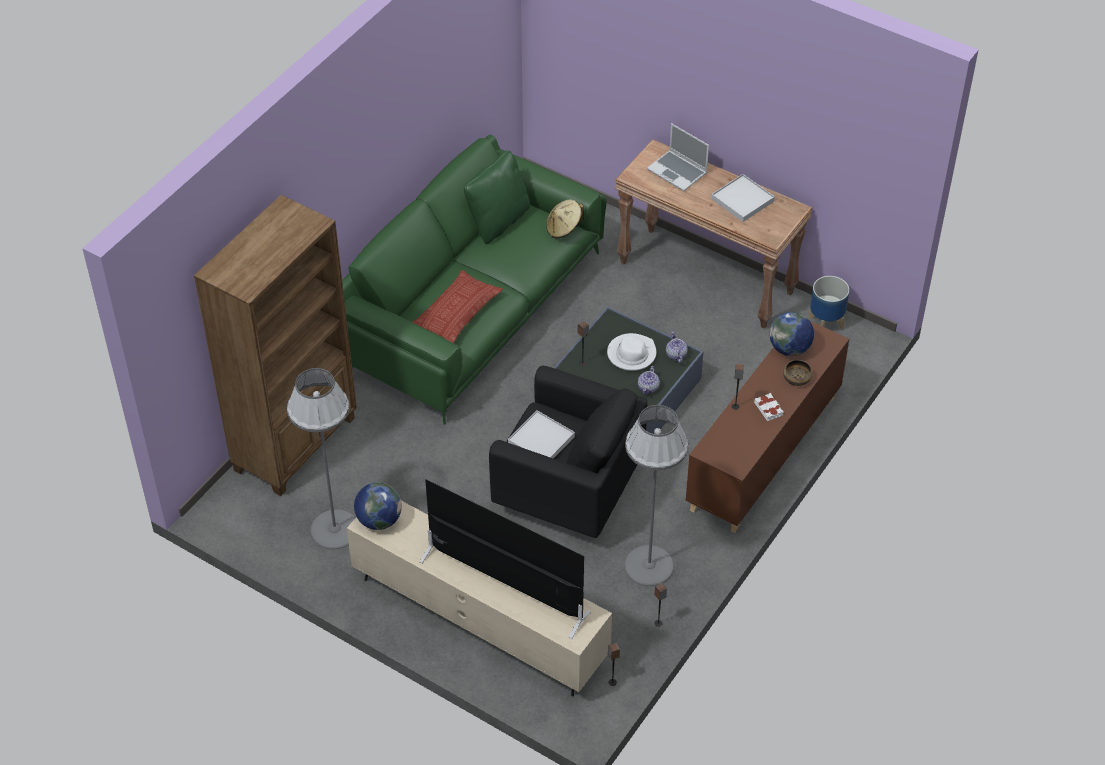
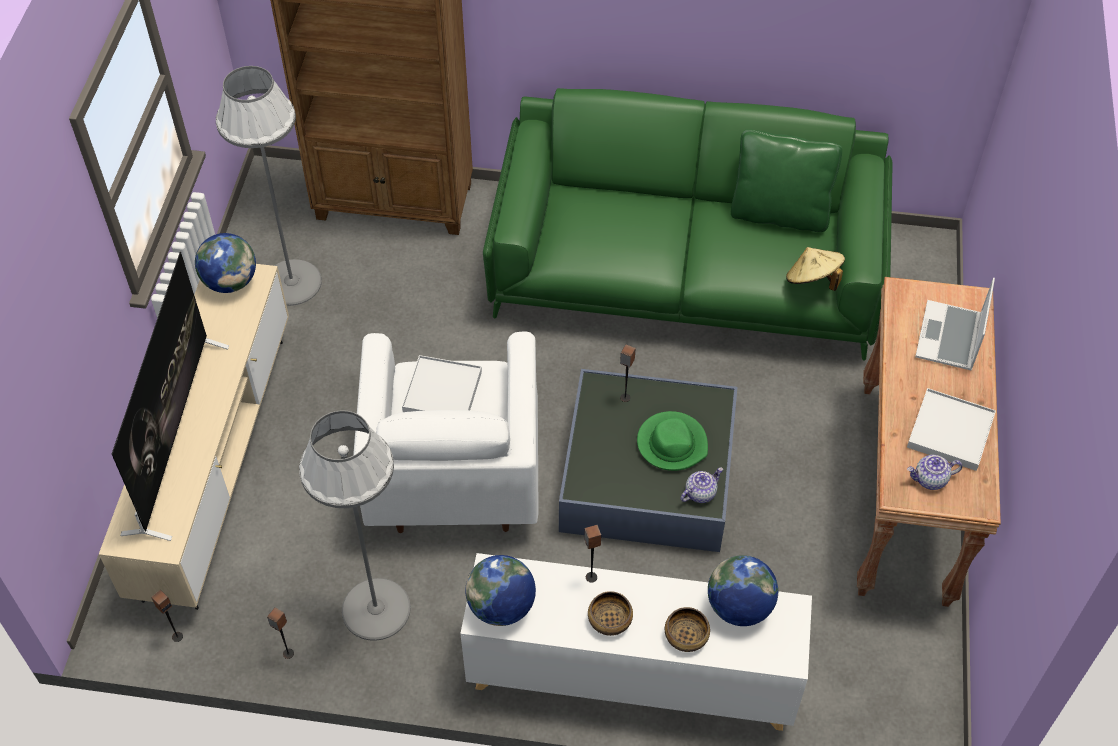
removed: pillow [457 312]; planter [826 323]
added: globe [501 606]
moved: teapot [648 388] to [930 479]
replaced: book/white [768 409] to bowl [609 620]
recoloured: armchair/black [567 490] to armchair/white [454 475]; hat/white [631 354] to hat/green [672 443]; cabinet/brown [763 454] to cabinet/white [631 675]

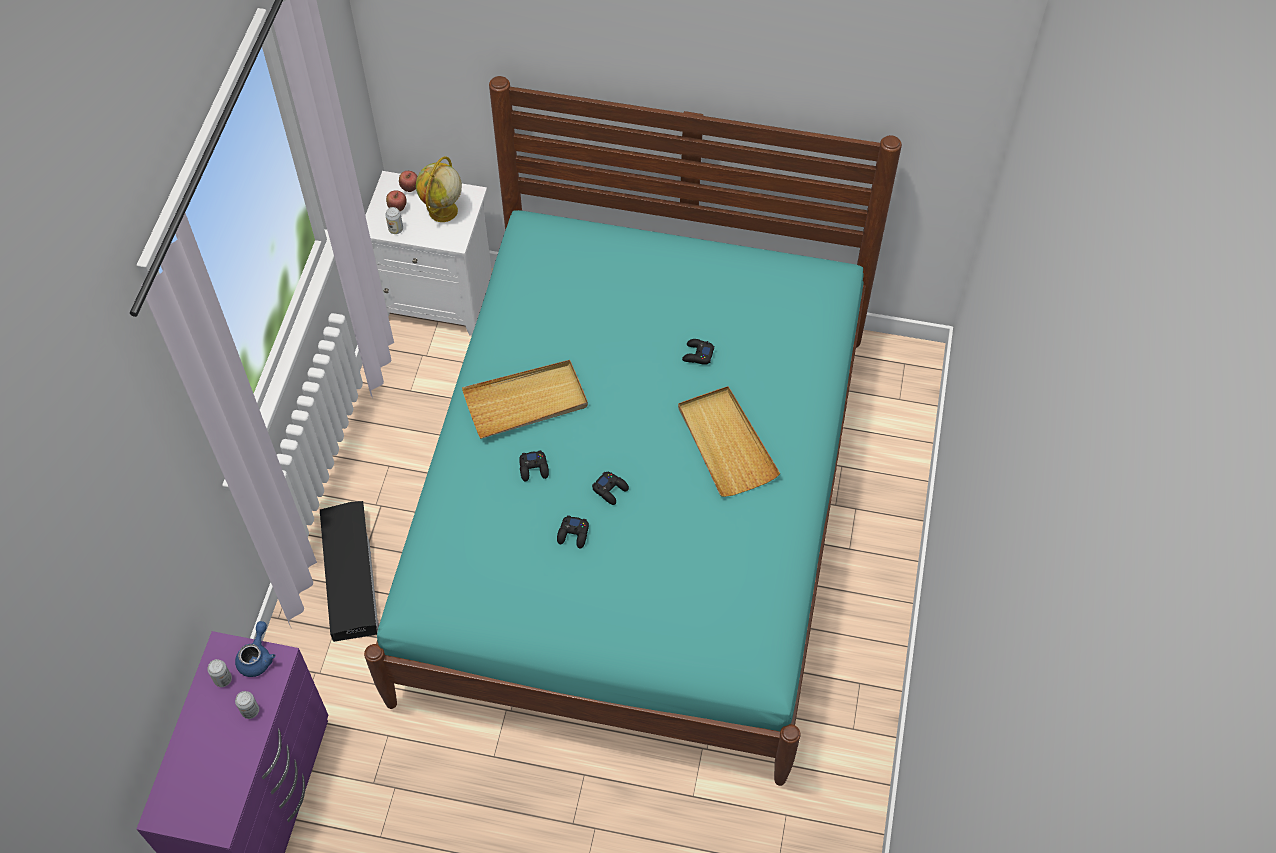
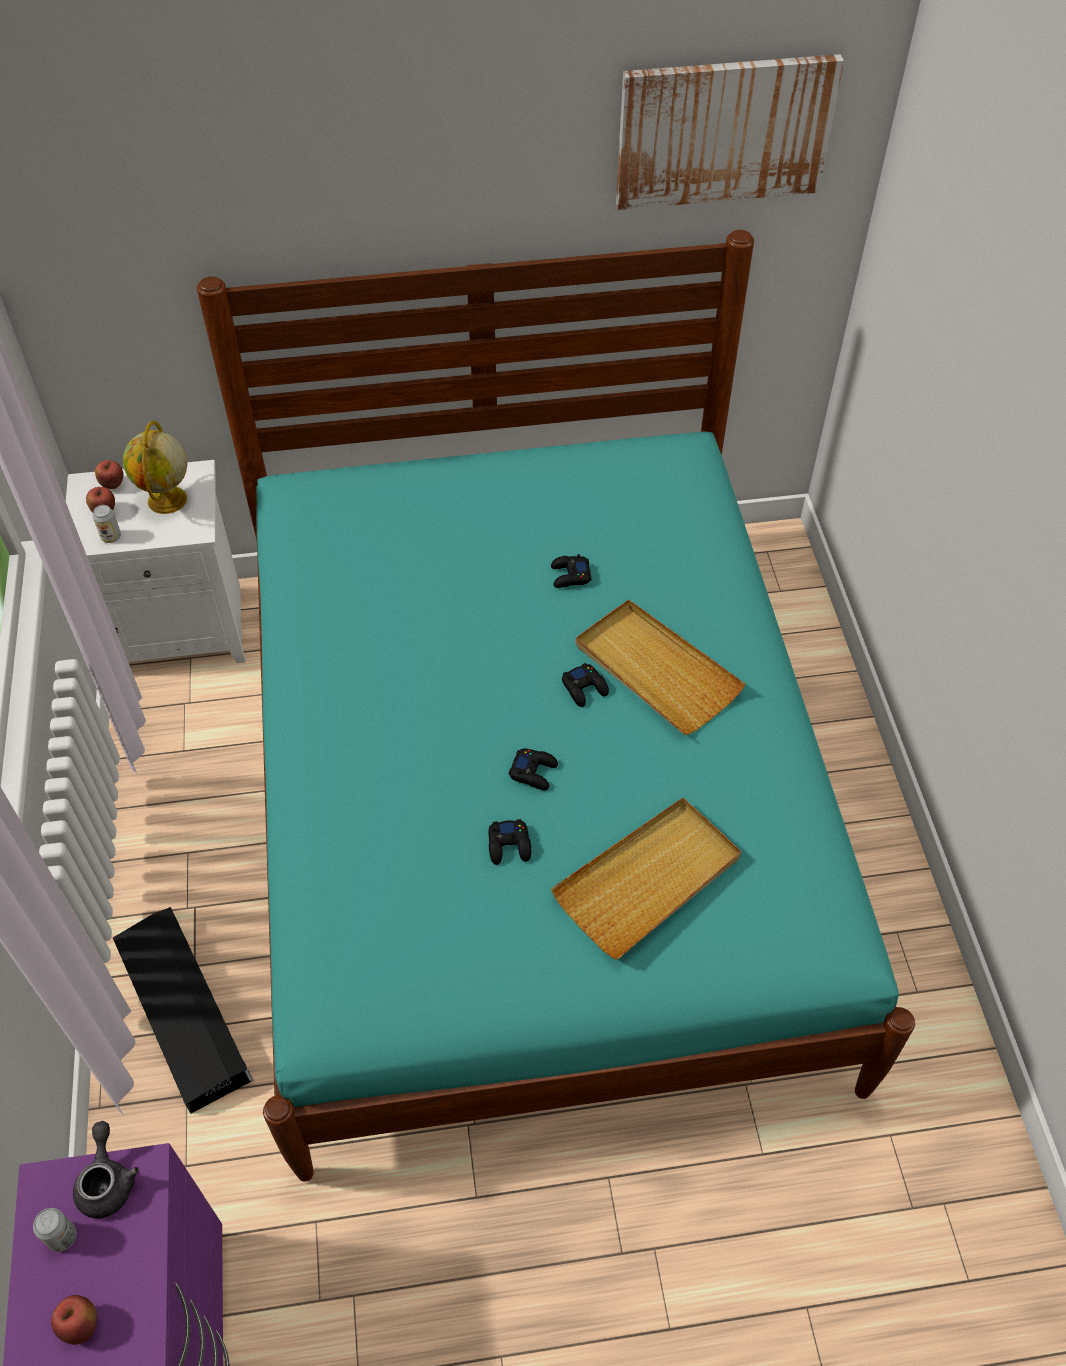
removed: can [250 711]
added: apple [81 1325]; picture [724 131]
moved: tray/beige [526 402] to [648 879]; game controller/black [534 468] to [585 688]
recoloured: teapot/blue [257 657] to teapot/grey [107 1181]

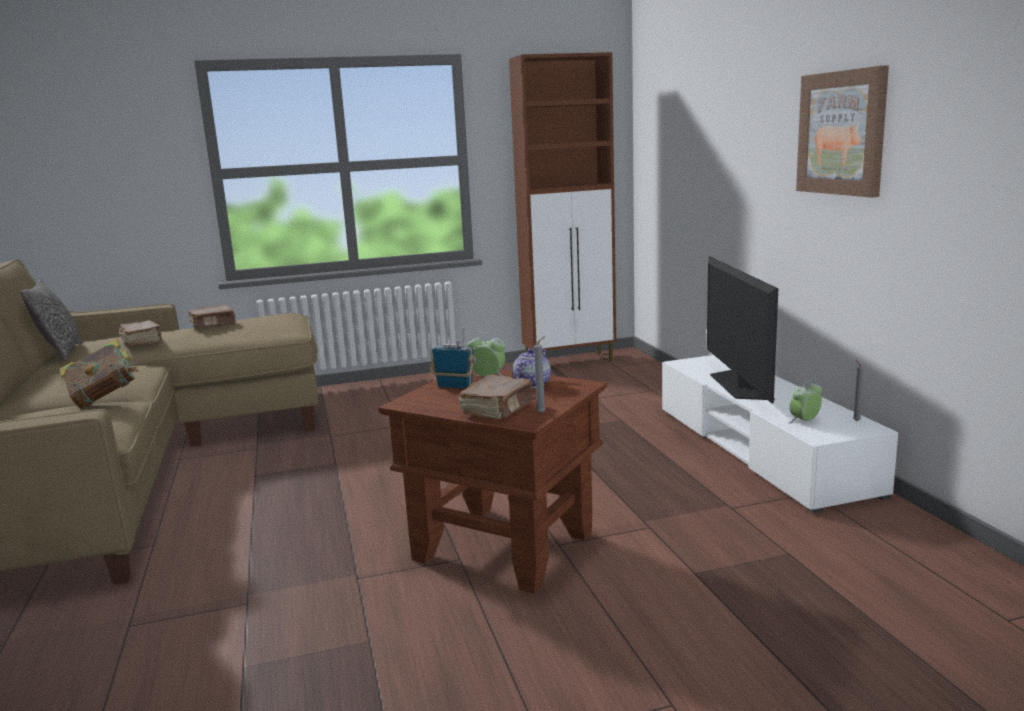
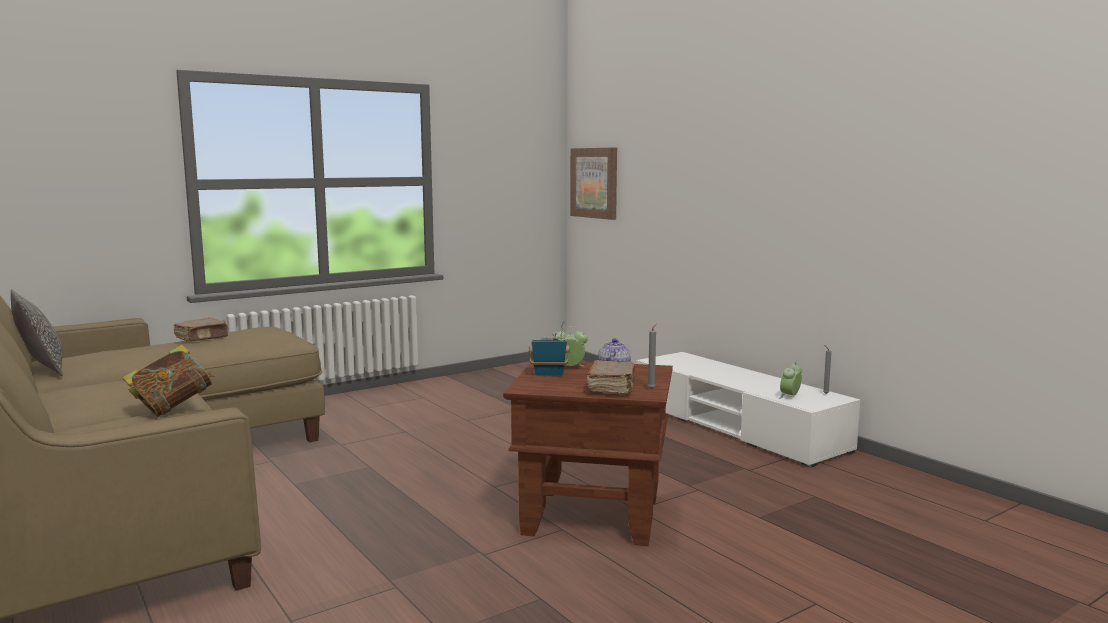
removed: book/brown [142 341]; cabinet/brown [570 361]; television [738 385]
moved: picture [842 133] to [594 183]

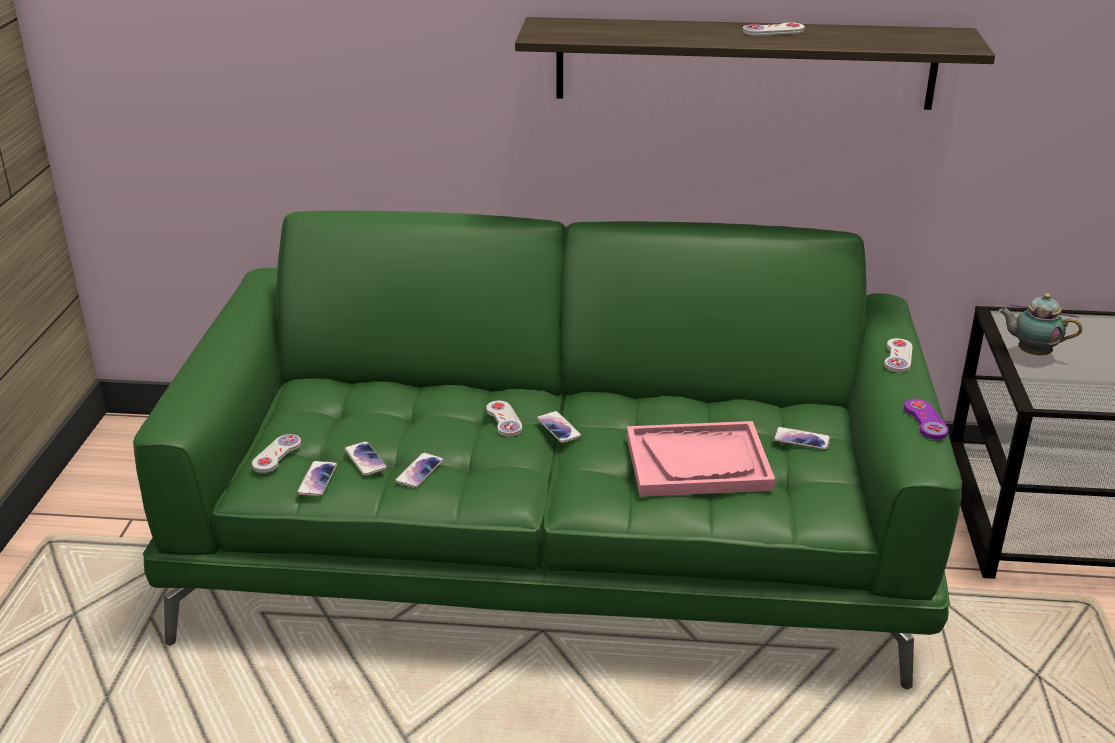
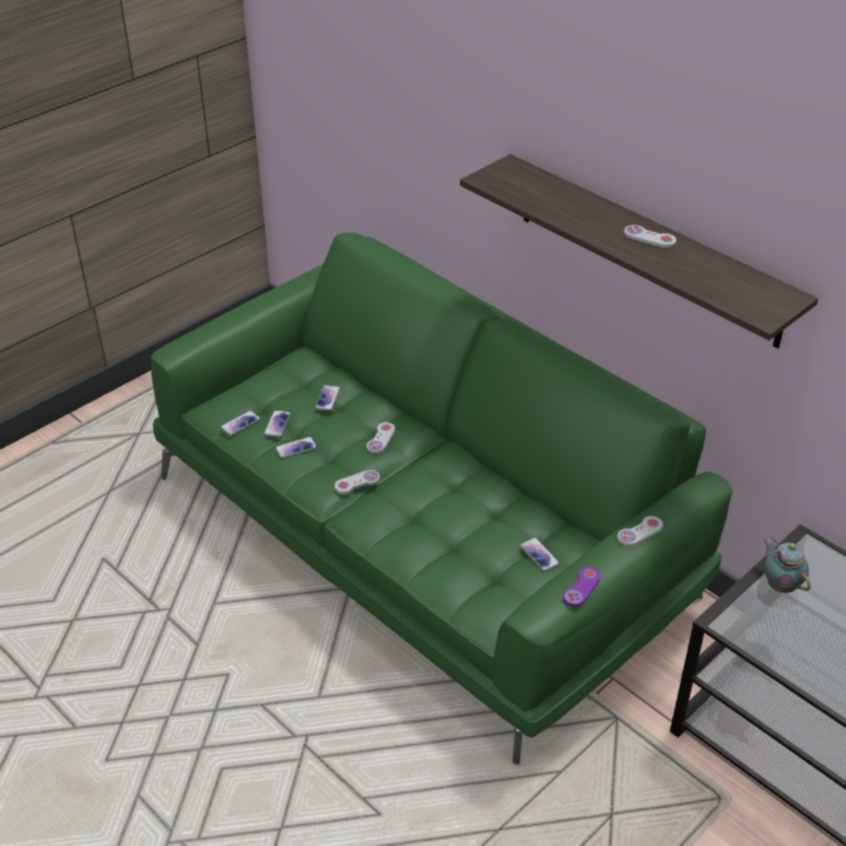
removed: tray/pink [698 462]
moved: game controller/white [277 455] to [357 483]; phone [559 428] to [327 398]

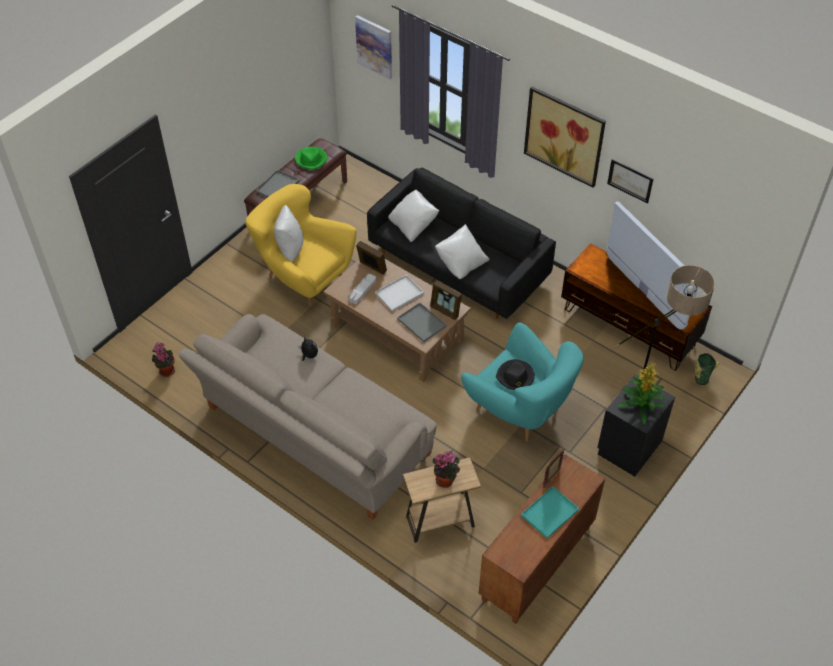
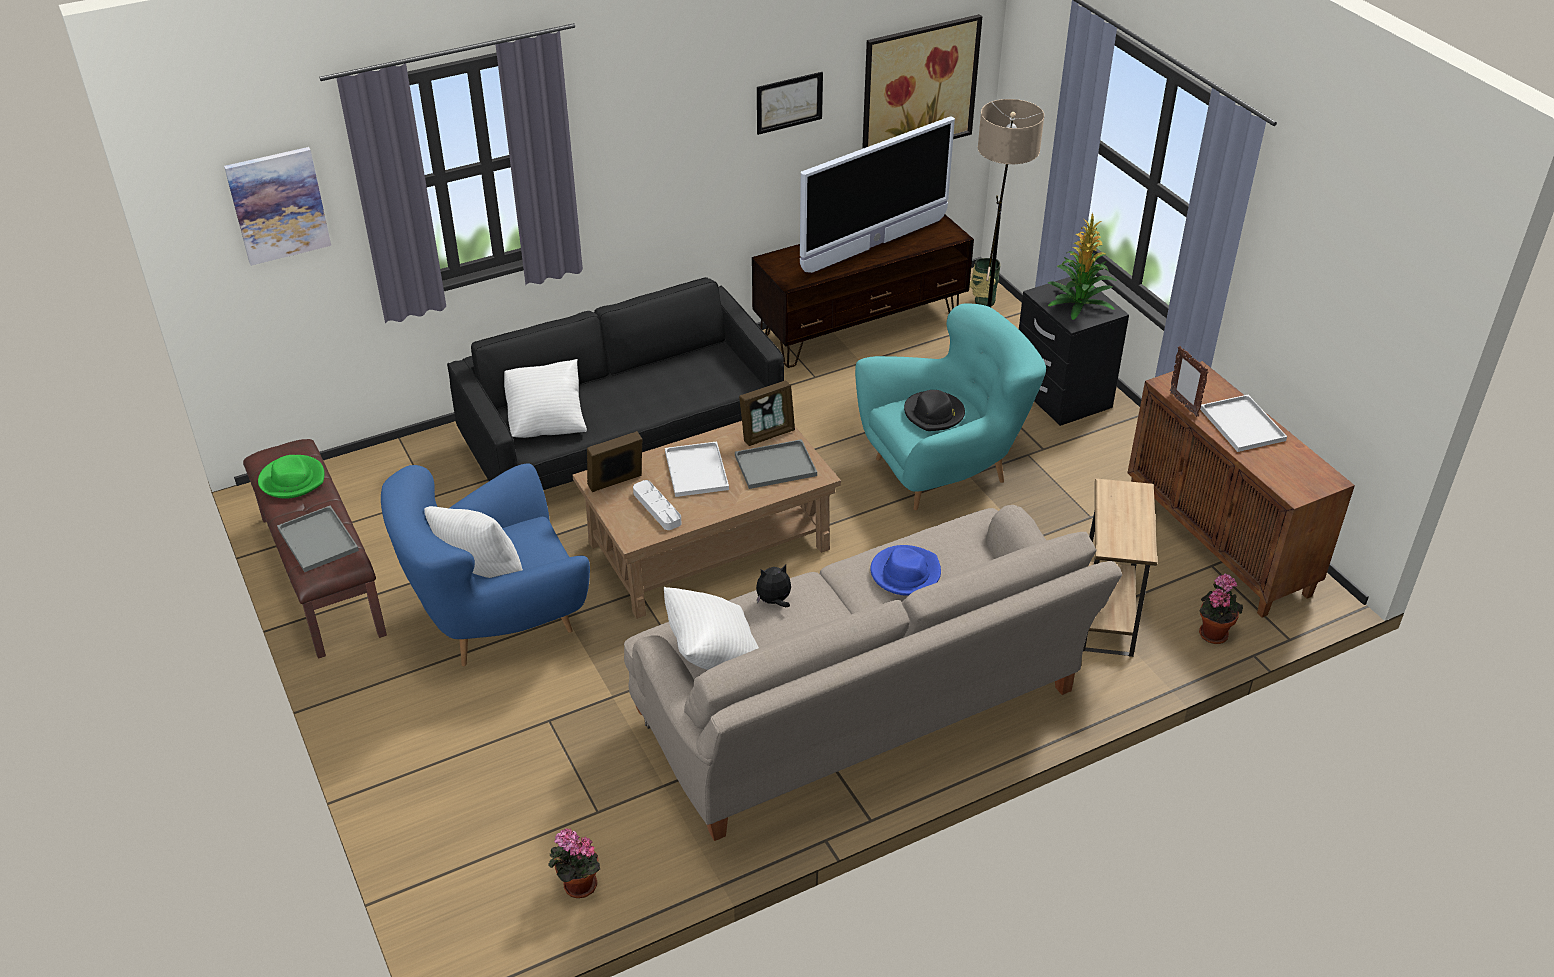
added: hat/blue [905 573]
moved: potted plant [446 480] to [1213 632]; pillow/white [461 263] to [713 654]; picture [564 136] to [919 87]
recoloured: armchair/yellow [303 276] to armchair/blue [498 620]; tray/turquoise [549 513] to tray/white [1244 425]
turned: television [644 292] = [874 245] 150 degrees clockwise

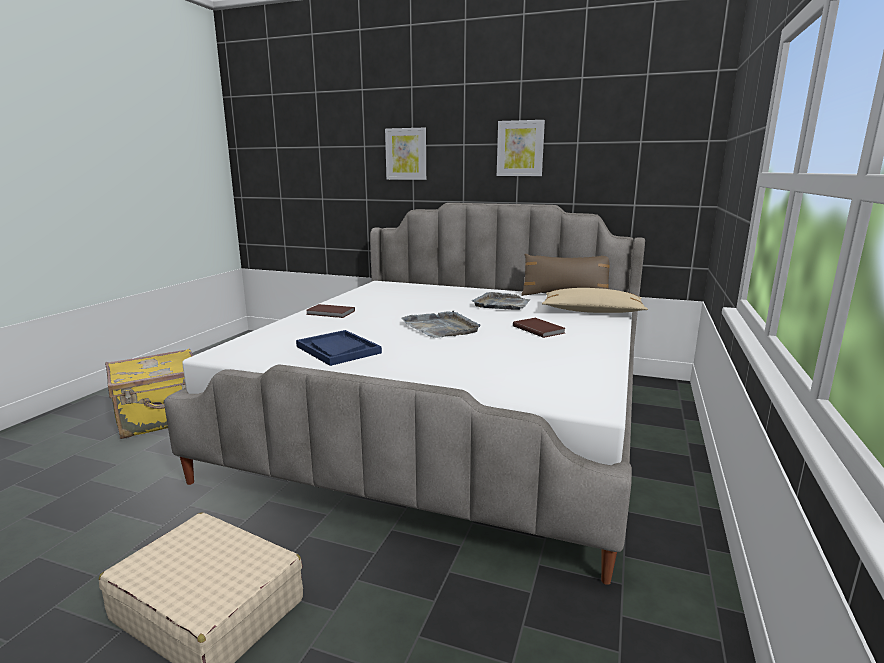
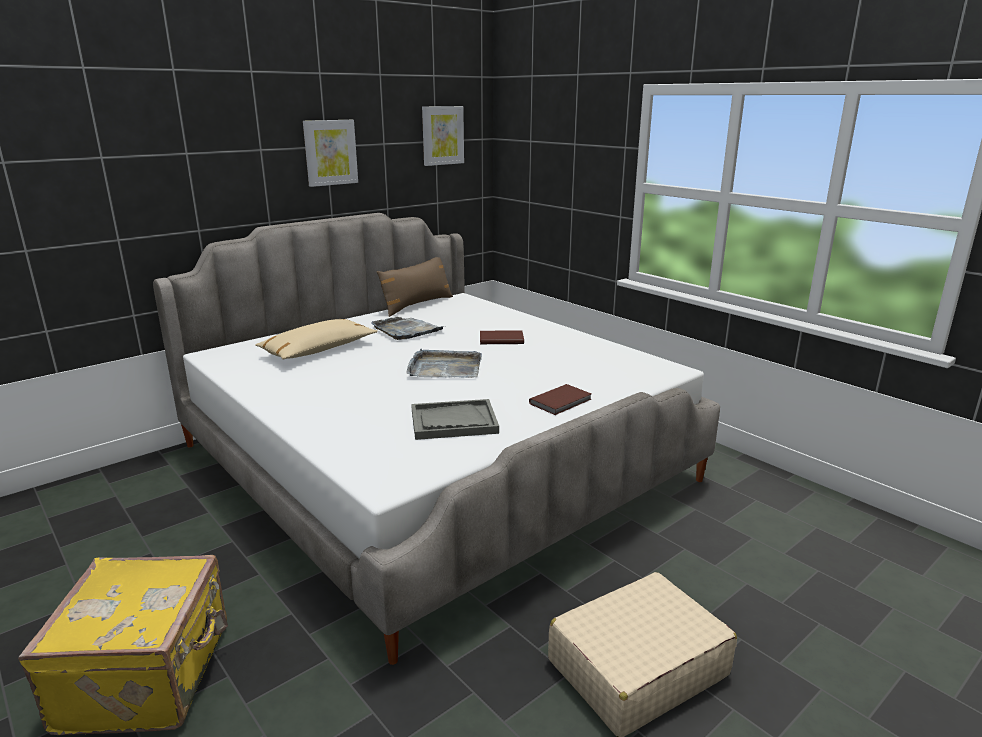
moved: book/brown [330 313] to [562 401]; picture [406 154] to [442 135]; pillow/beige [592 311] to [318 350]
recoloured: tray/blue [338 350] to tray/grey [453 422]

